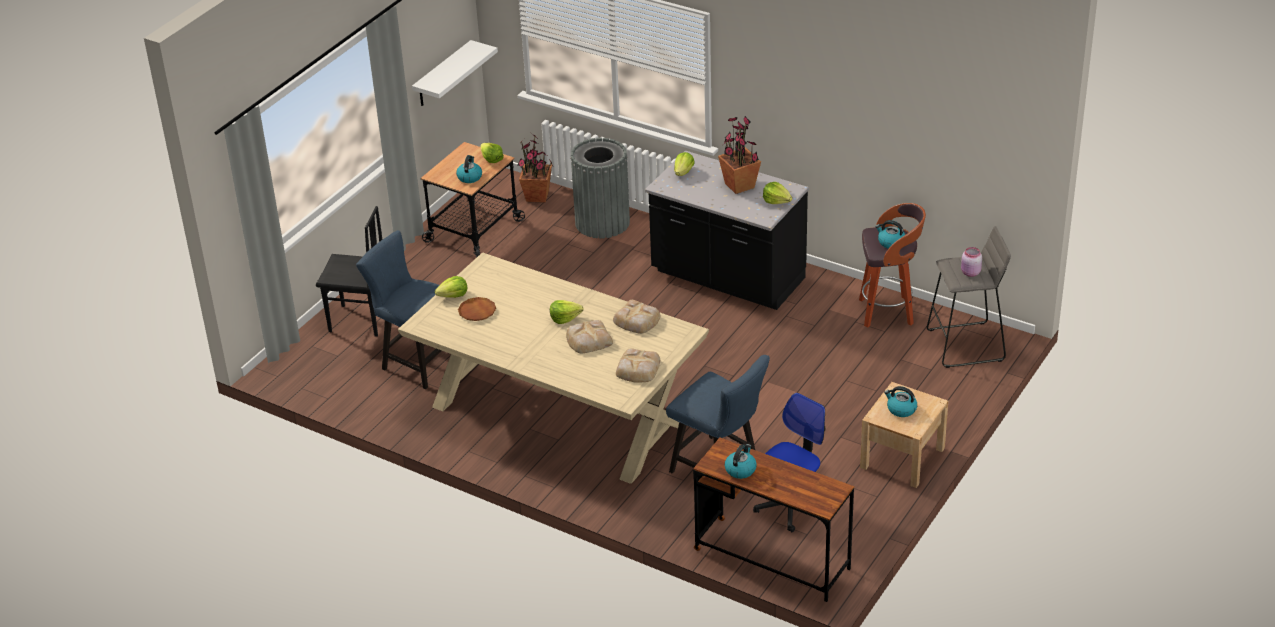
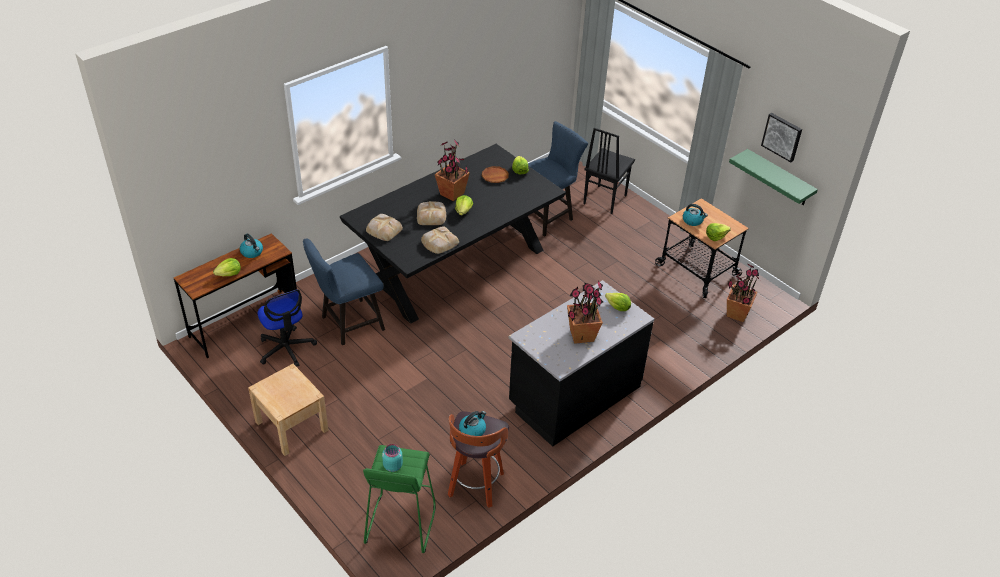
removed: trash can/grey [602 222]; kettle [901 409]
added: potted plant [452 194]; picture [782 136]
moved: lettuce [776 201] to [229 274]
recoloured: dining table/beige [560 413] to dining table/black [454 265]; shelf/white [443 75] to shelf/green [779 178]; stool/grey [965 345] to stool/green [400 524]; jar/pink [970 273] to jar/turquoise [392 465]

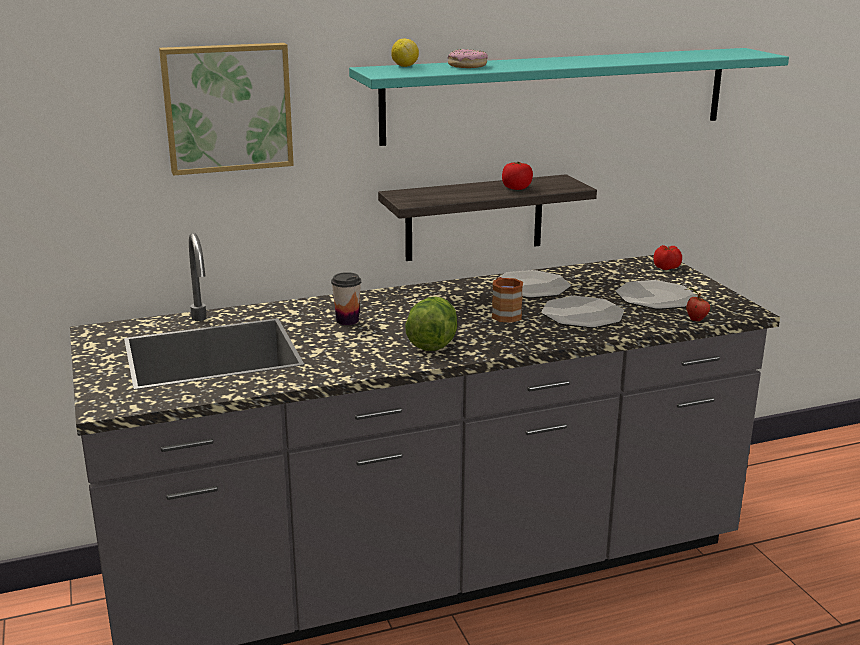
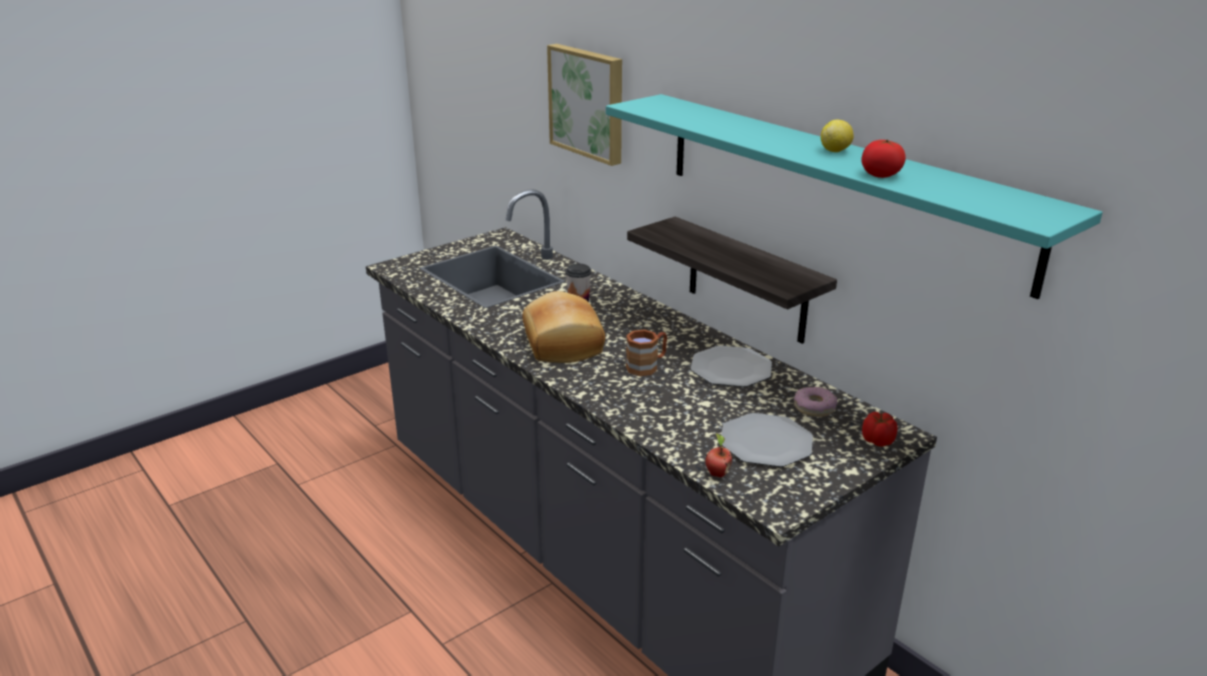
removed: plate [582 315]
moved: lemon [405 66] to [835 151]; donut [467 66] to [814 407]; tomato [516 188] to [881 175]
replaced: lettuce [431 340] to bread [561 344]

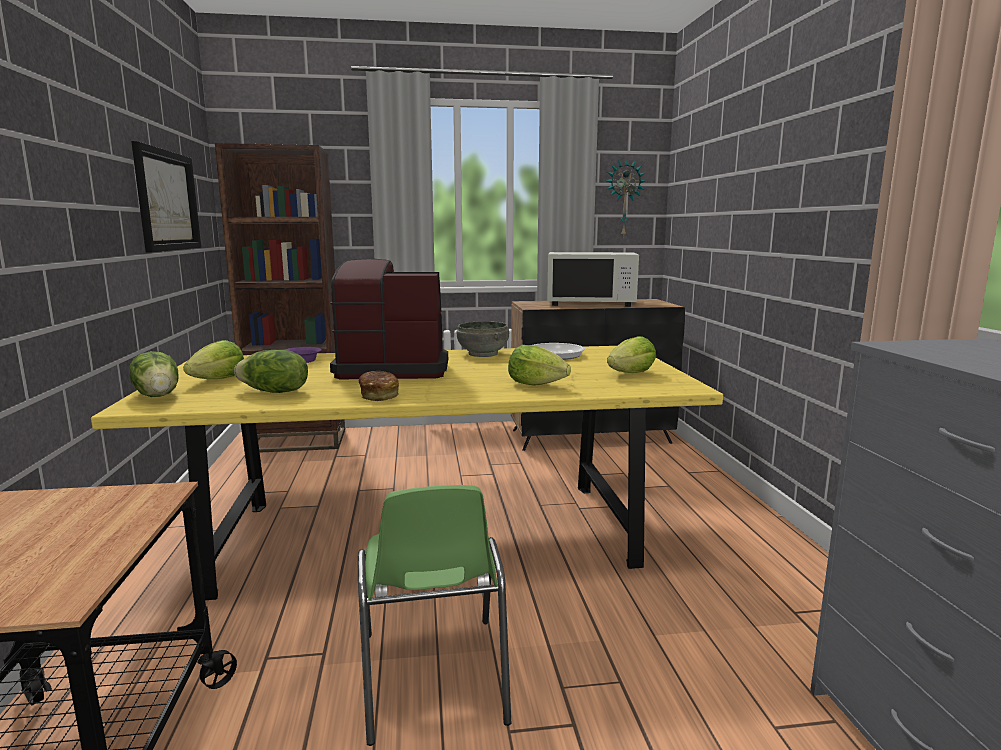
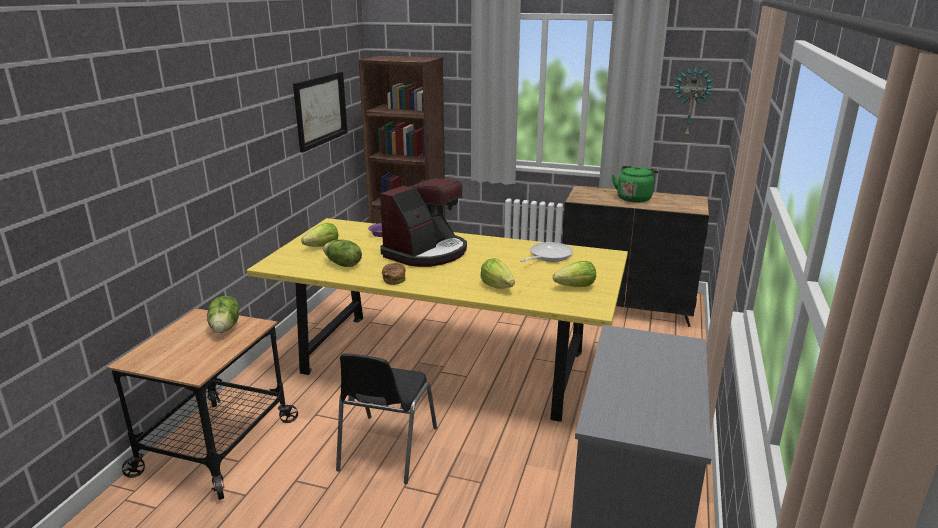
removed: bowl/grey [483 354]
moved: lettuce [159 395] to [225 327]
replaced: microwave/white [591 303] to kettle/green [634 198]
recoloured: chair/green [432 678] to chair/black [386 449]
turned: coffee machine [392 369] = [426 252] 105 degrees clockwise

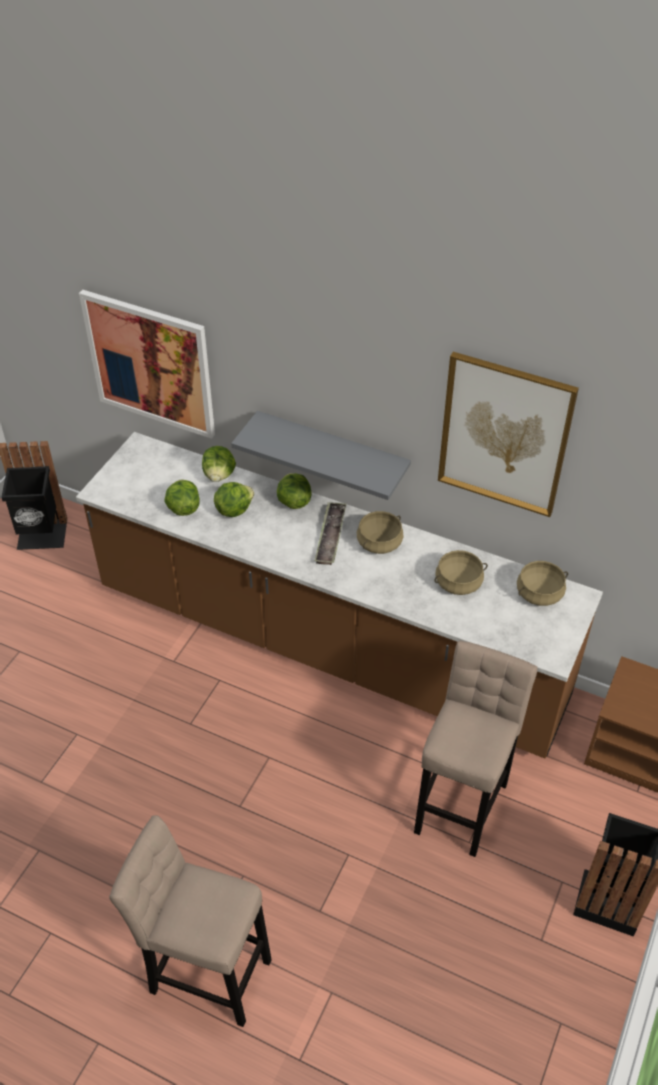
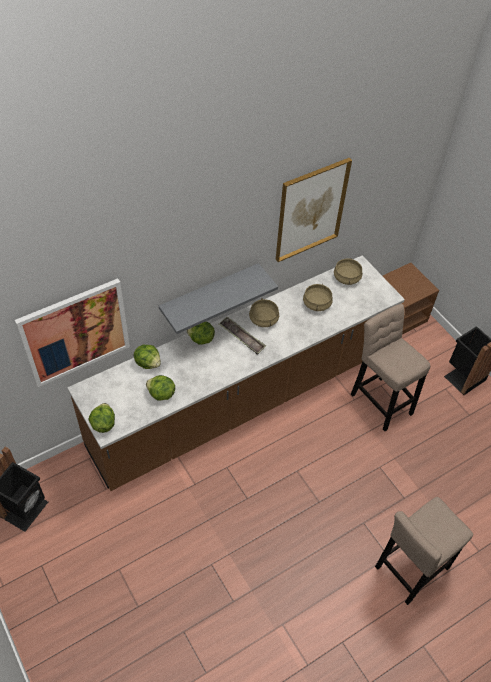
moved: lettuce [233 509] to [103 424]

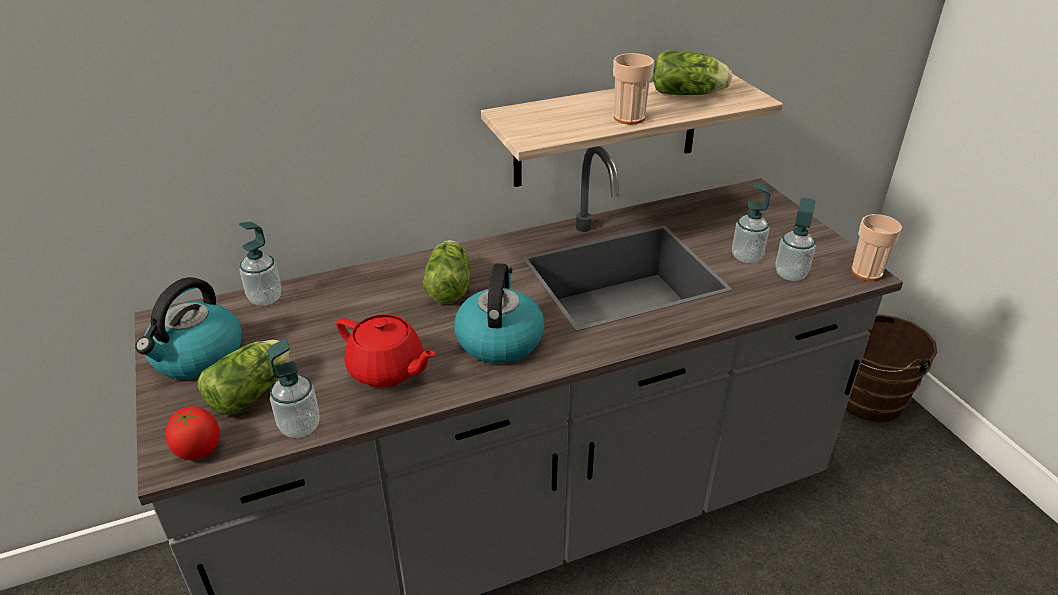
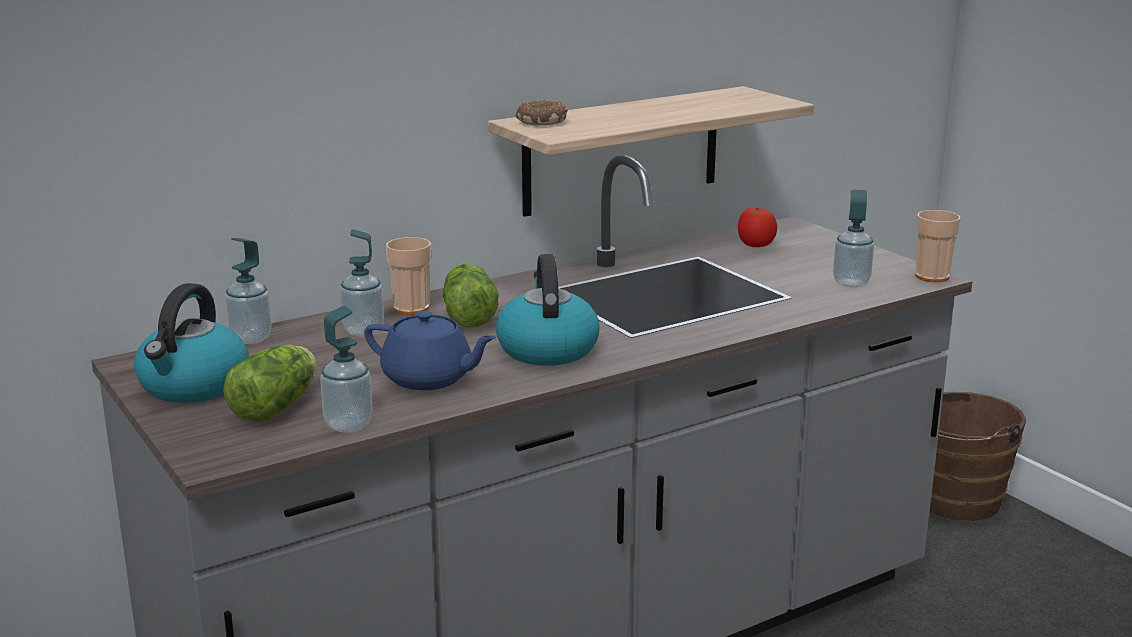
removed: lettuce [690 94]
added: donut [541 121]
moved: tomato [198 450] to [755 245]; cup [629 118] to [411 308]; soap dispenser [746 257] to [363 331]
recoloured: teapot/red [387 370] to teapot/blue [429 379]

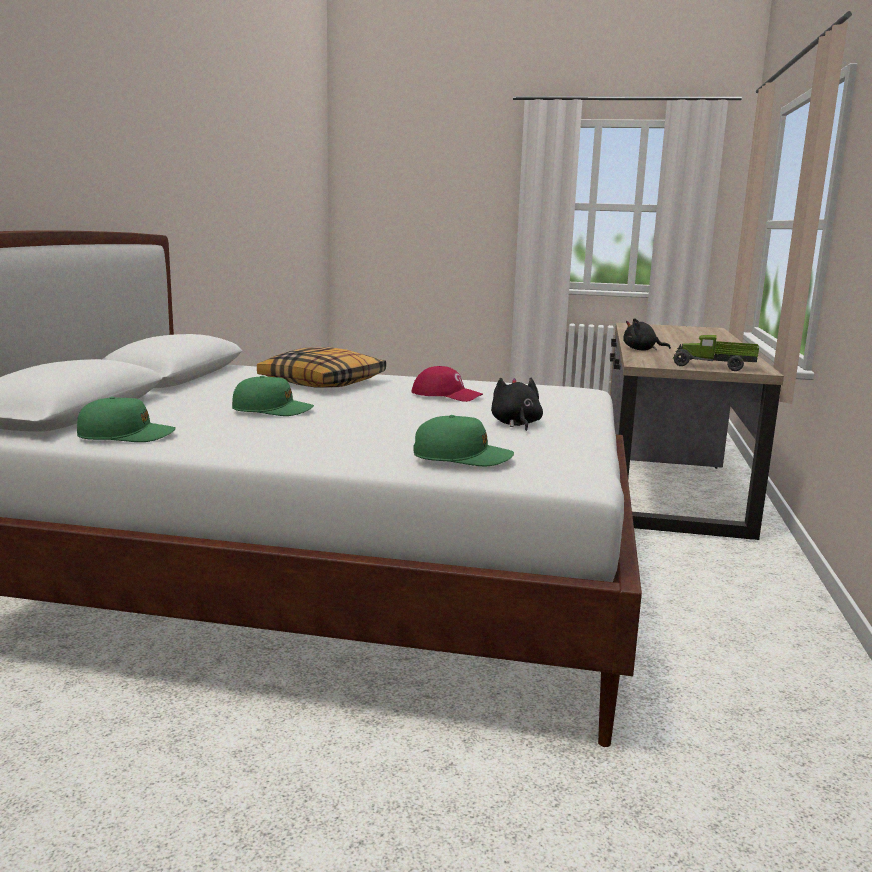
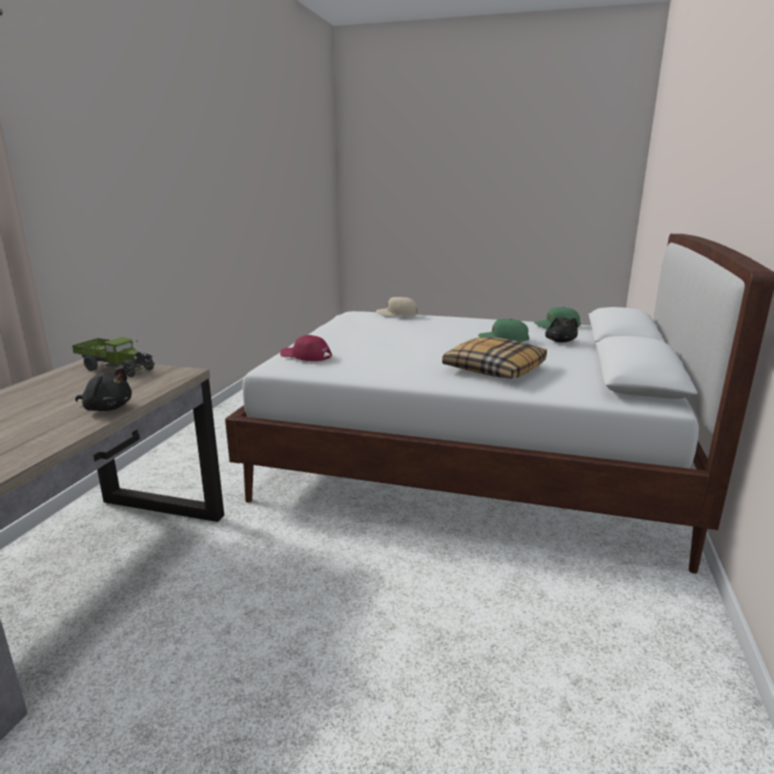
moved: cap/red [446 395] to [305 356]; plush toy/black [515 424] to [560 341]
recoloured: cap/green [462 457] to cap/beige [397 314]

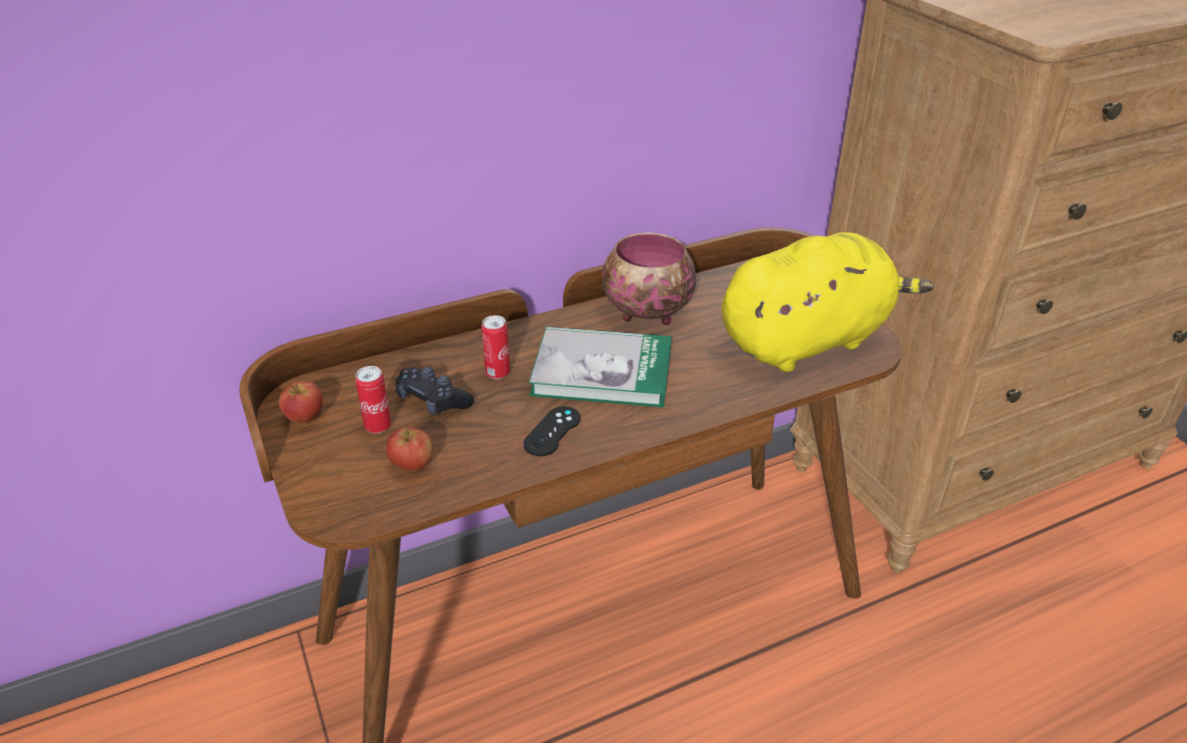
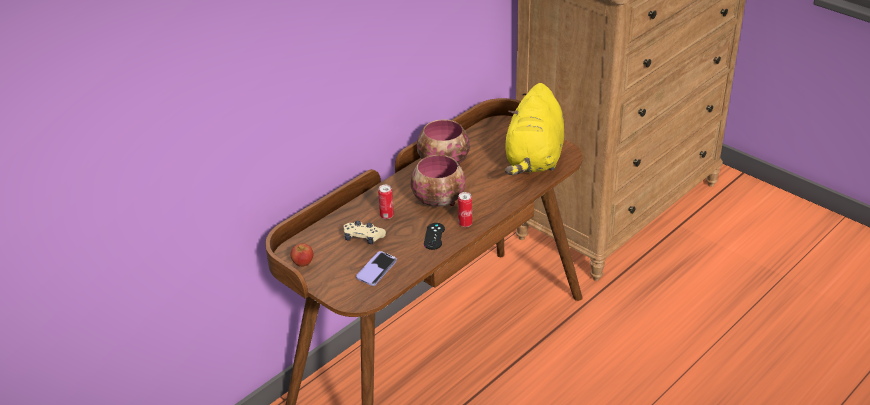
moved: can [378 427] to [465 224]
replaced: apple [412 465] to phone [376 269]; book [602 371] to bowl [440 201]
recoloured: game controller/black [433 401] to game controller/beige [363 238]
turned: plush toy/yellow [808 340] = [534 158] 150 degrees clockwise

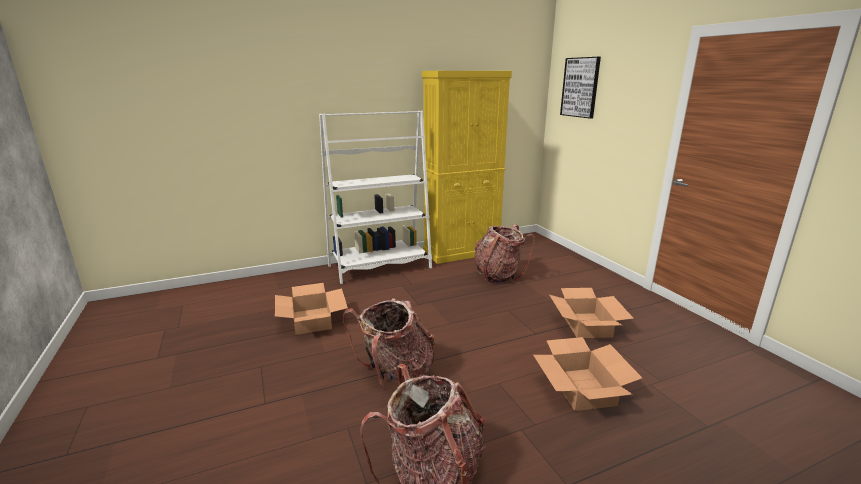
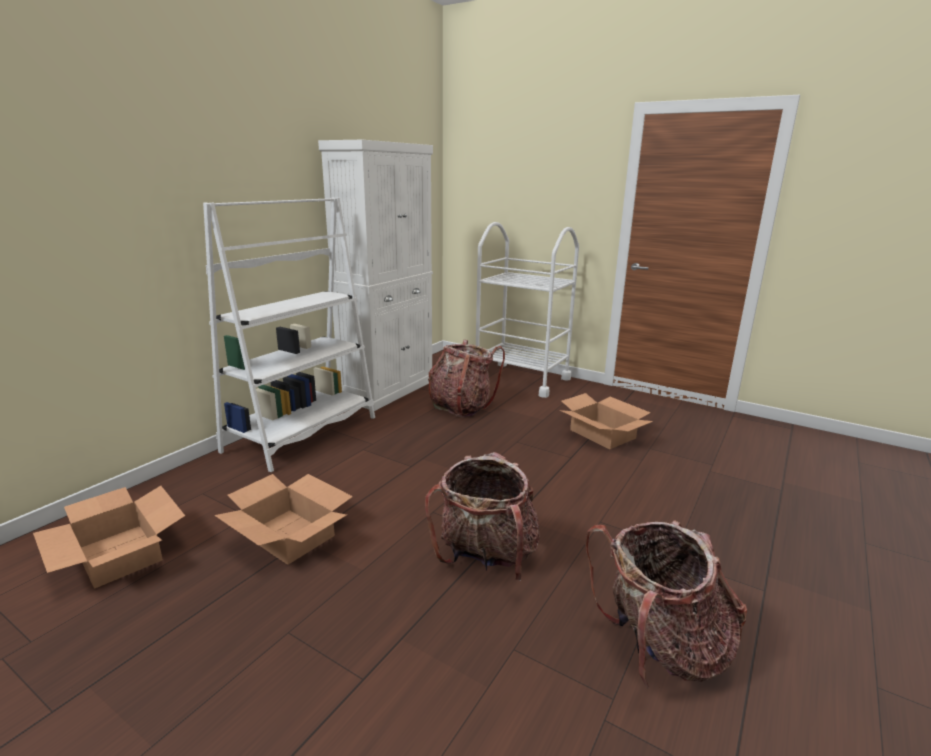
removed: picture [580 87]
added: cart/white [521 379]
moved: cardboard box [582 389] to [118 555]
recoloured: cabinet/yellow [462 252] to cabinet/white [388 389]

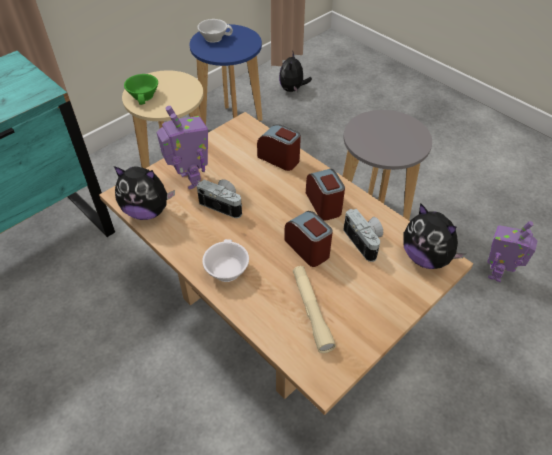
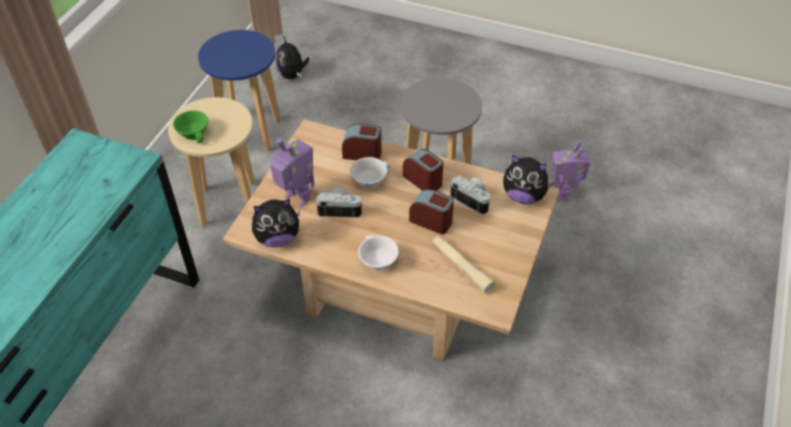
moved: cup/white [214 37] to [369 179]

